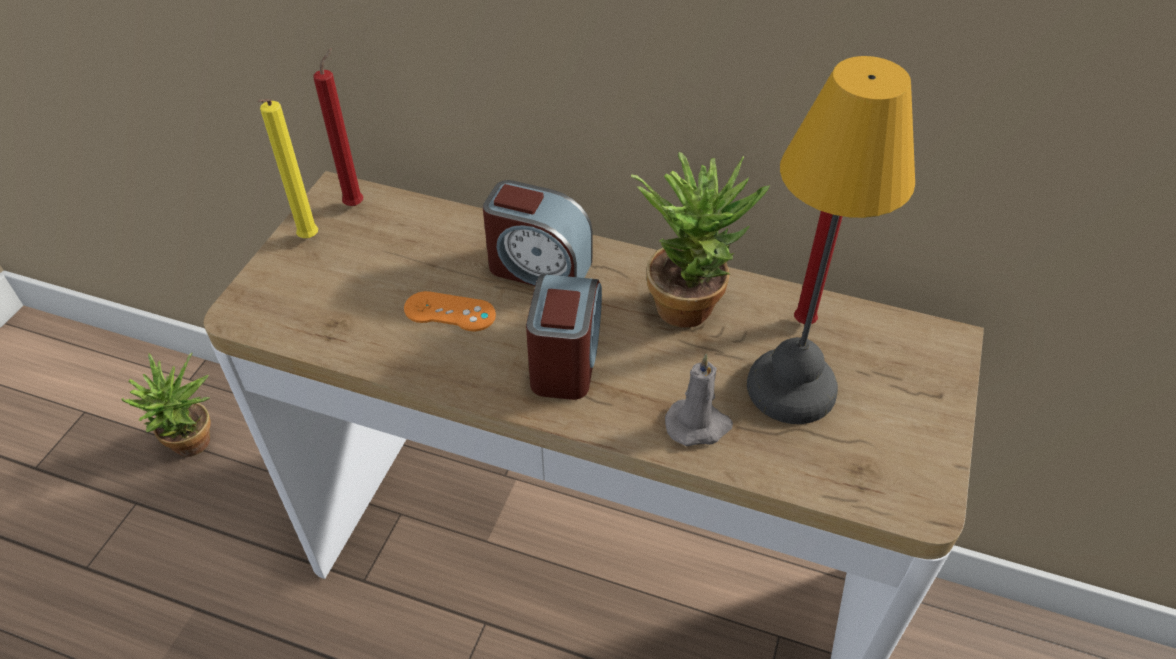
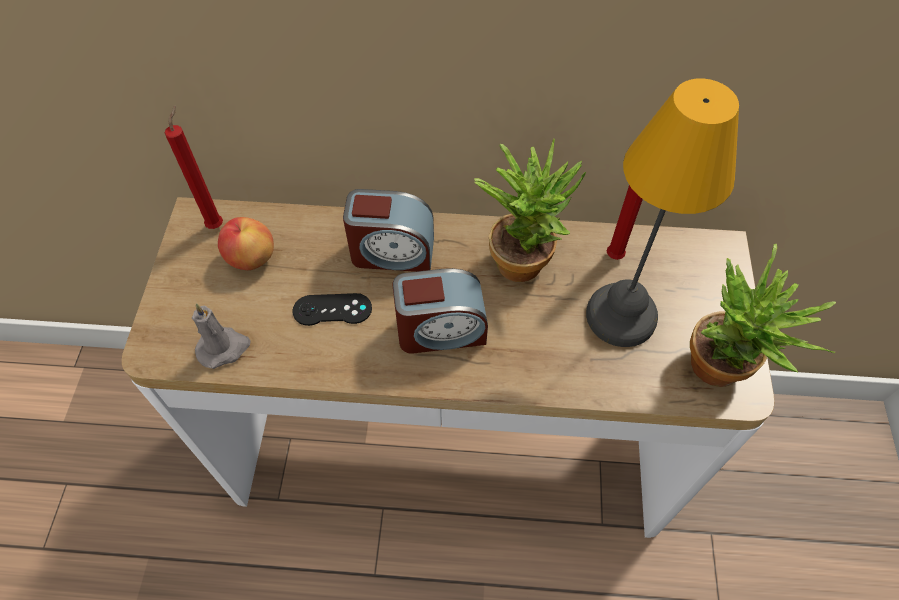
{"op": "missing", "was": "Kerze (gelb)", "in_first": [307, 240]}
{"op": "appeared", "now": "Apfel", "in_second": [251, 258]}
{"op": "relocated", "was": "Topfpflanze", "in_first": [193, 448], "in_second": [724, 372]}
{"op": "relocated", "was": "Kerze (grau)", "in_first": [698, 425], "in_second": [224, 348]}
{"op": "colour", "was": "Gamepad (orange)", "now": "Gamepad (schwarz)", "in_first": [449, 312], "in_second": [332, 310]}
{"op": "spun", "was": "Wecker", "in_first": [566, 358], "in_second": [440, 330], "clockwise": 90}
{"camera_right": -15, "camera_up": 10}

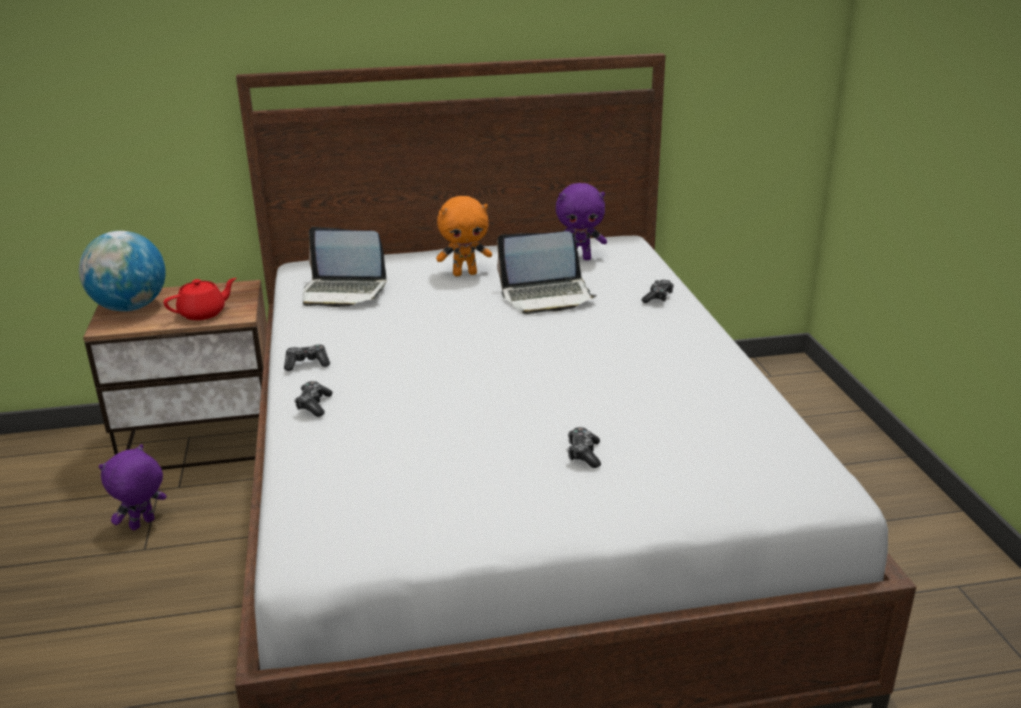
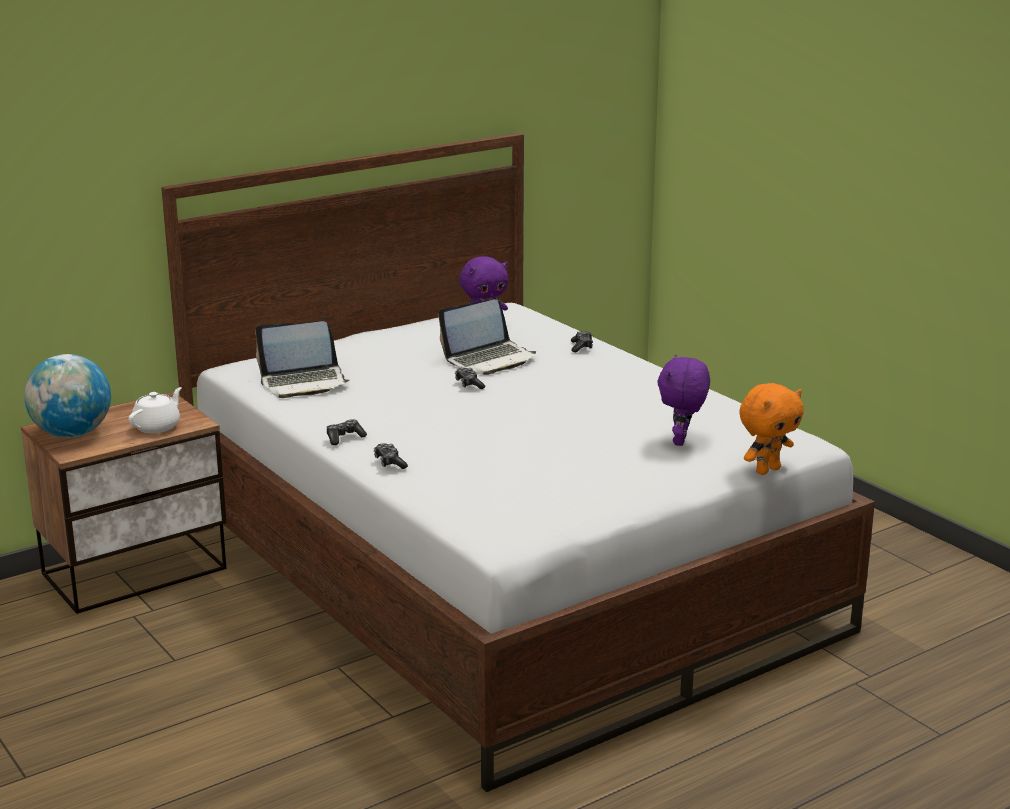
{"op": "relocated", "was": "Plüschtier (lila)", "in_first": [143, 525], "in_second": [682, 441]}
{"op": "relocated", "was": "Plüschtier (orange)", "in_first": [465, 273], "in_second": [767, 470]}
{"op": "relocated", "was": "Gamepad", "in_first": [583, 454], "in_second": [469, 384]}
{"op": "colour", "was": "Teekanne (rot)", "now": "Teekanne (weiß)", "in_first": [203, 313], "in_second": [157, 427]}
{"camera_right": -25, "camera_up": -5}

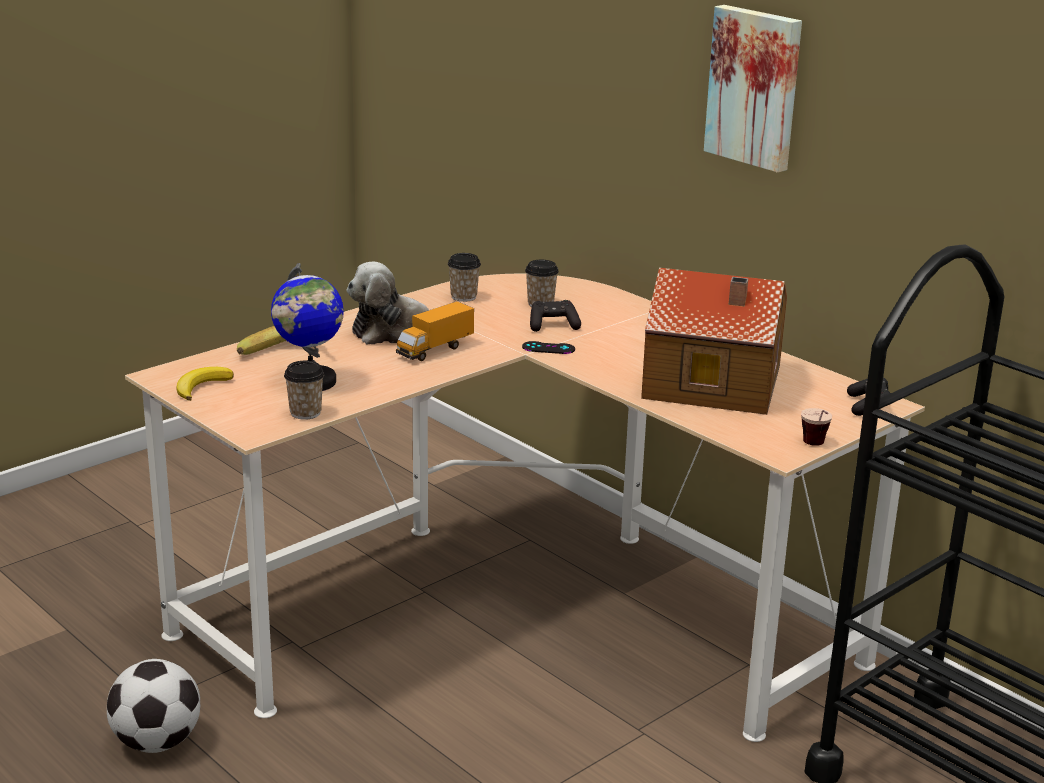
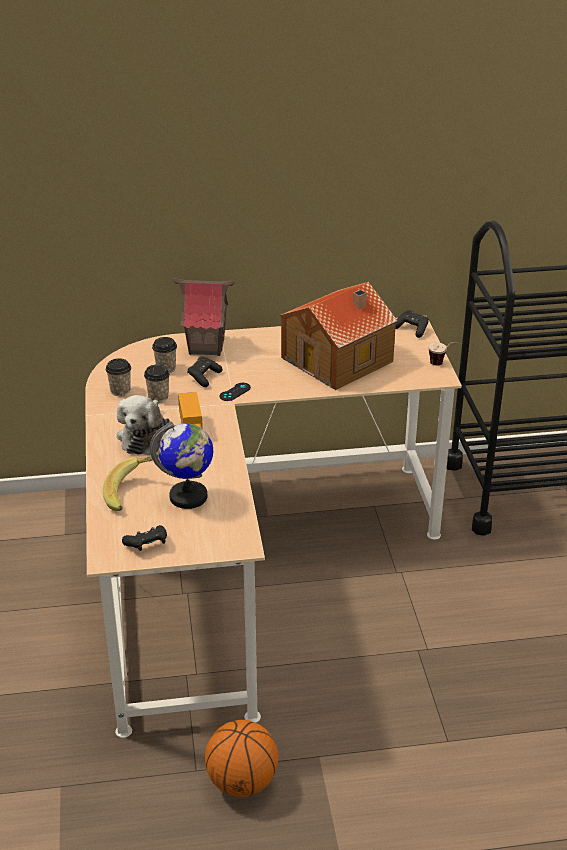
{"op": "missing", "was": "Bild", "in_first": [755, 87]}
{"op": "appeared", "now": "Spielzeughaus", "in_second": [206, 347]}
{"op": "relocated", "was": "Tasse", "in_first": [305, 413], "in_second": [158, 397]}
{"op": "exchanged", "was": "Fußball", "now": "Basketball", "in_first": [157, 743], "in_second": [242, 782]}
{"op": "exchanged", "was": "Banane", "now": "Gamepad (schwarz)", "in_first": [201, 387], "in_second": [147, 545]}
{"camera_right": -55, "camera_up": 10}

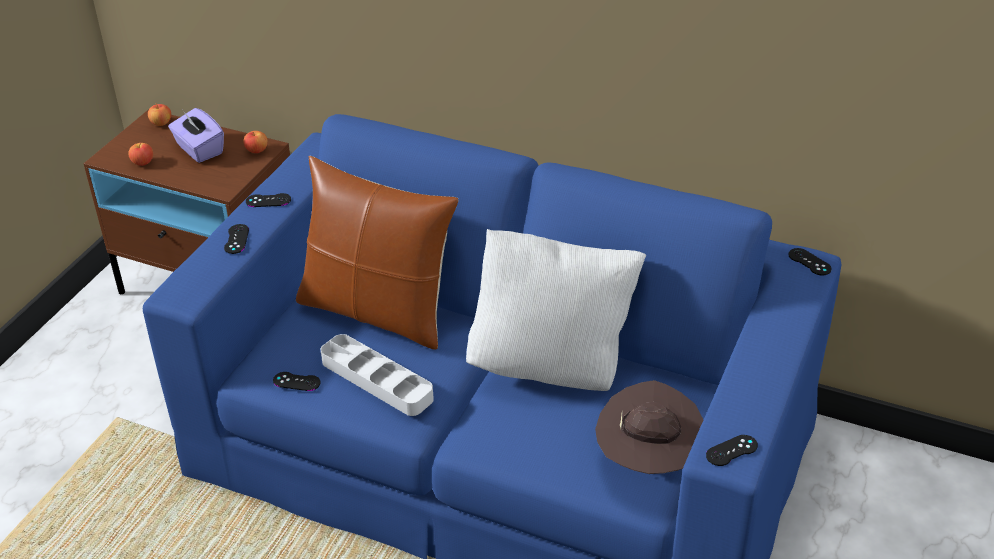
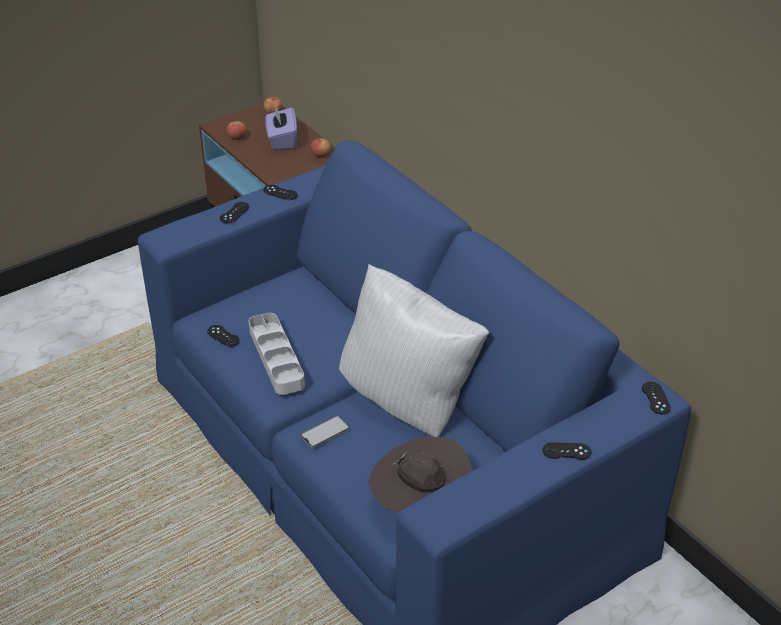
{"op": "missing", "was": "Kissen (braun)", "in_first": [377, 311]}
{"op": "appeared", "now": "Handy", "in_second": [325, 432]}
{"op": "relocated", "was": "Gamepad (schwarz)", "in_first": [731, 450], "in_second": [566, 451]}
{"camera_right": 30, "camera_up": 0}

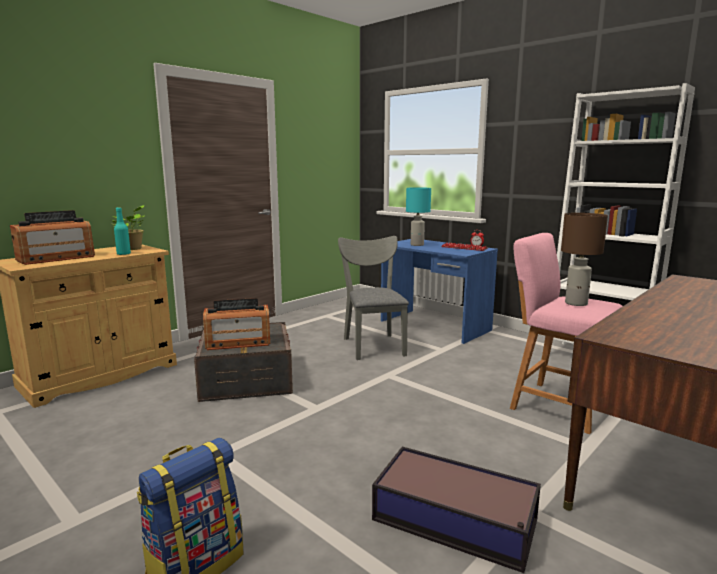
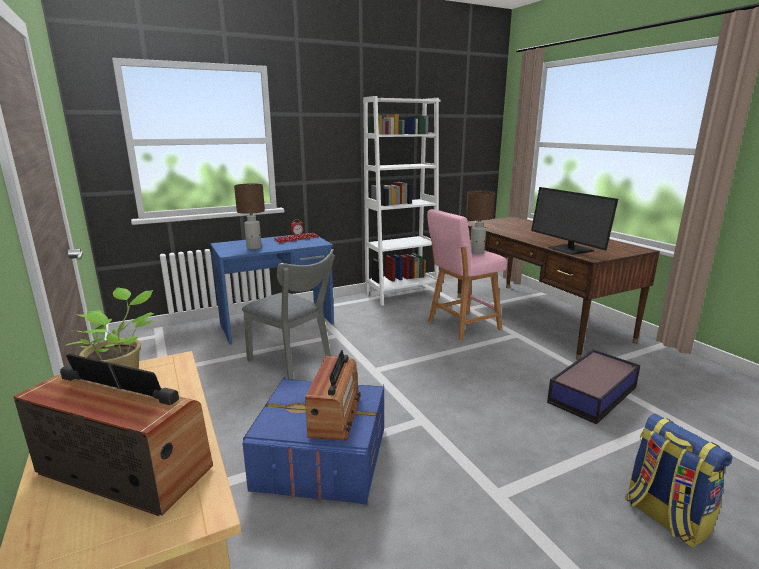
{"op": "missing", "was": "Flasche (türkis)", "in_first": [123, 254]}
{"op": "appeared", "now": "Monitor", "in_second": [569, 249]}
{"op": "colour", "was": "Aufbewahrungsbox (grau)", "now": "Aufbewahrungsbox (blau)", "in_first": [246, 379], "in_second": [322, 458]}
{"op": "colour", "was": "Tischlampe (türkis)", "now": "Tischlampe (braun)", "in_first": [417, 245], "in_second": [254, 247]}
{"op": "spun", "was": "Radio", "in_first": [56, 258], "in_second": [126, 470], "clockwise": -45}
{"op": "spun", "was": "Stuhl (grau)", "in_first": [373, 344], "in_second": [293, 362], "clockwise": -150}
{"camera_right": -70, "camera_up": 5}

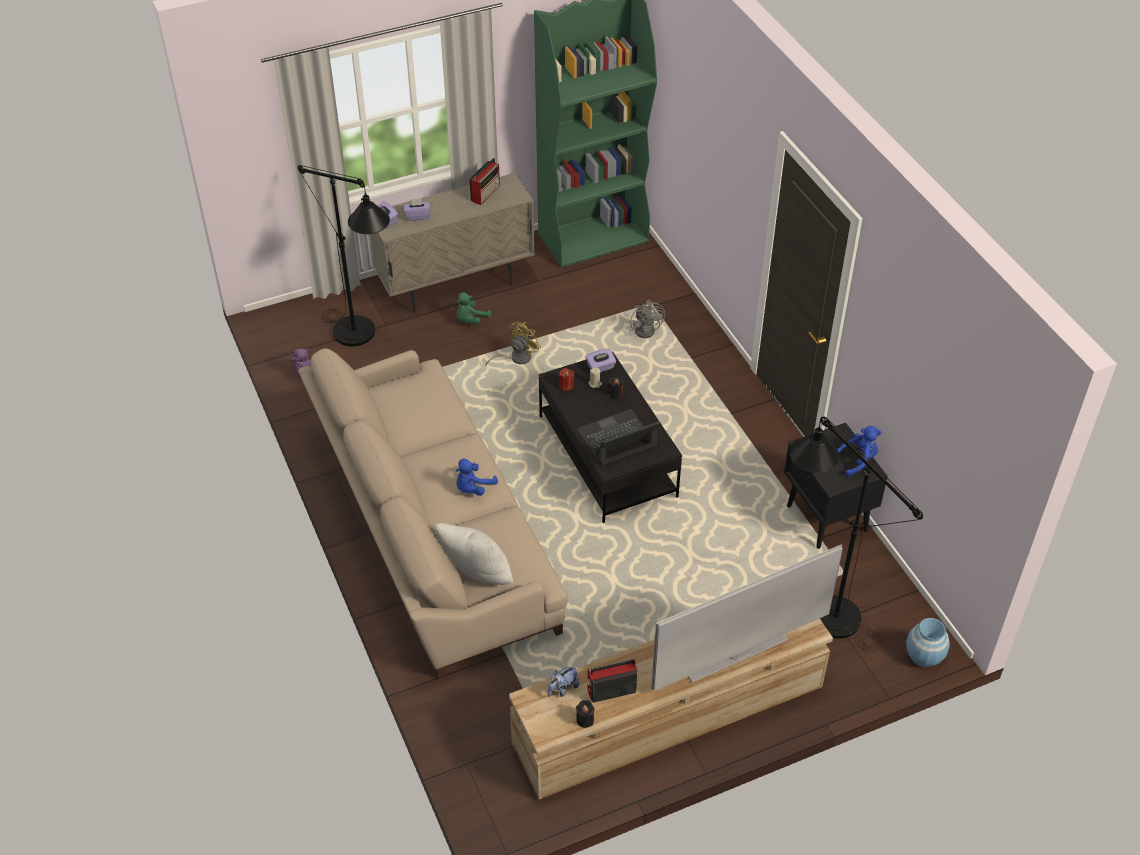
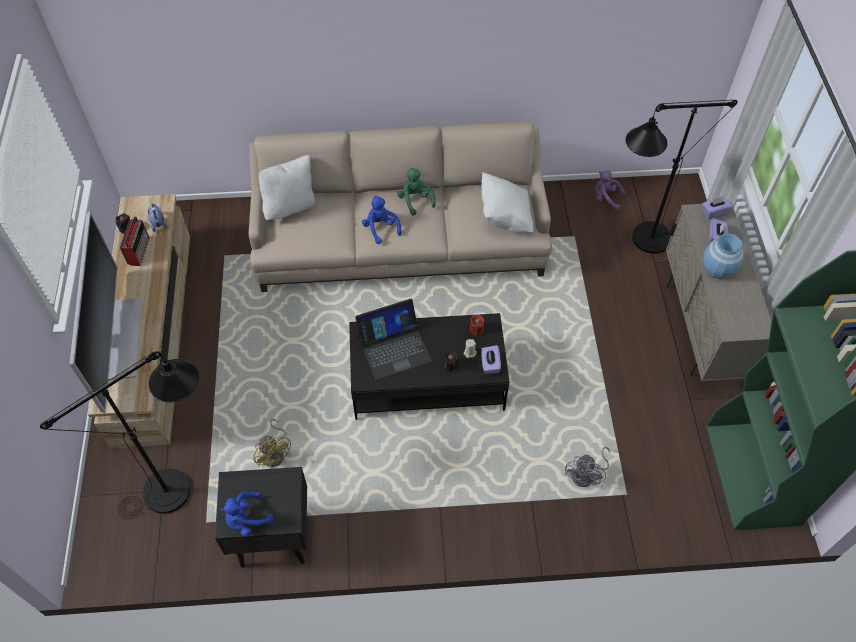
{"op": "missing", "was": "Radio", "in_first": [486, 193]}
{"op": "appeared", "now": "Kissen (weiß)", "in_second": [505, 217]}
{"op": "relocated", "was": "Plüschtier (grün)", "in_first": [471, 320], "in_second": [415, 200]}
{"op": "relocated", "was": "Ventilator (gelb)", "in_first": [516, 358], "in_second": [275, 453]}
{"op": "relocated", "was": "Vase (blau)", "in_first": [923, 656], "in_second": [717, 269]}
{"op": "spun", "was": "Laptop", "in_first": [617, 438], "in_second": [394, 348], "clockwise": 75}
{"op": "spun", "was": "Ventilator (grau)", "in_first": [647, 329], "in_second": [587, 475], "clockwise": -75}
{"op": "spun", "was": "Plüschtier (blau)", "in_first": [858, 460], "in_second": [247, 519], "clockwise": 60}
{"camera_right": 110, "camera_up": 10}

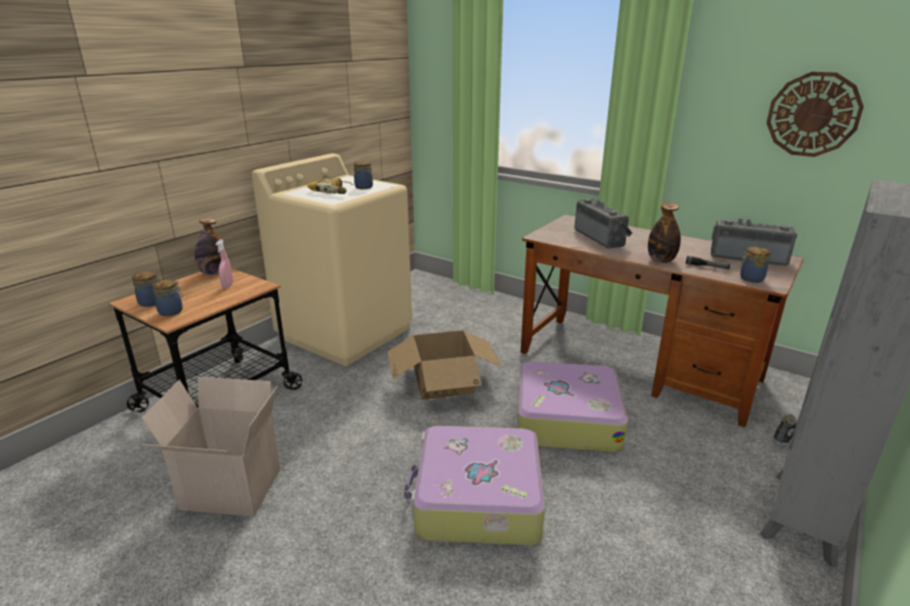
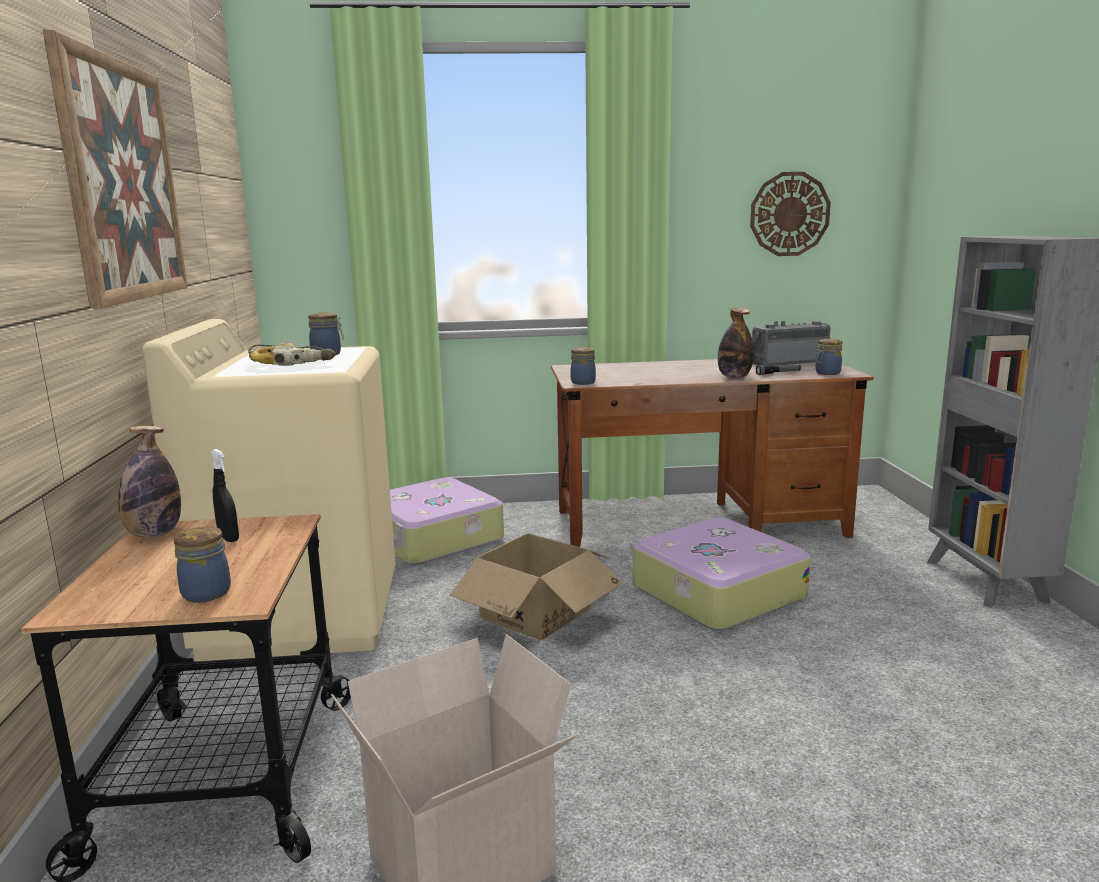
{"op": "missing", "was": "Radio", "in_first": [601, 238]}
{"op": "missing", "was": "Schuh", "in_first": [785, 435]}
{"op": "appeared", "now": "Bild", "in_second": [123, 181]}
{"op": "relocated", "was": "Vorratsglas", "in_first": [151, 302], "in_second": [583, 382]}
{"op": "relocated", "was": "Koffer", "in_first": [476, 499], "in_second": [432, 538]}
{"op": "colour", "was": "Sprühflasche (rosa)", "now": "Sprühflasche (schwarz)", "in_first": [227, 285], "in_second": [228, 538]}
{"camera_right": -40, "camera_up": -10}

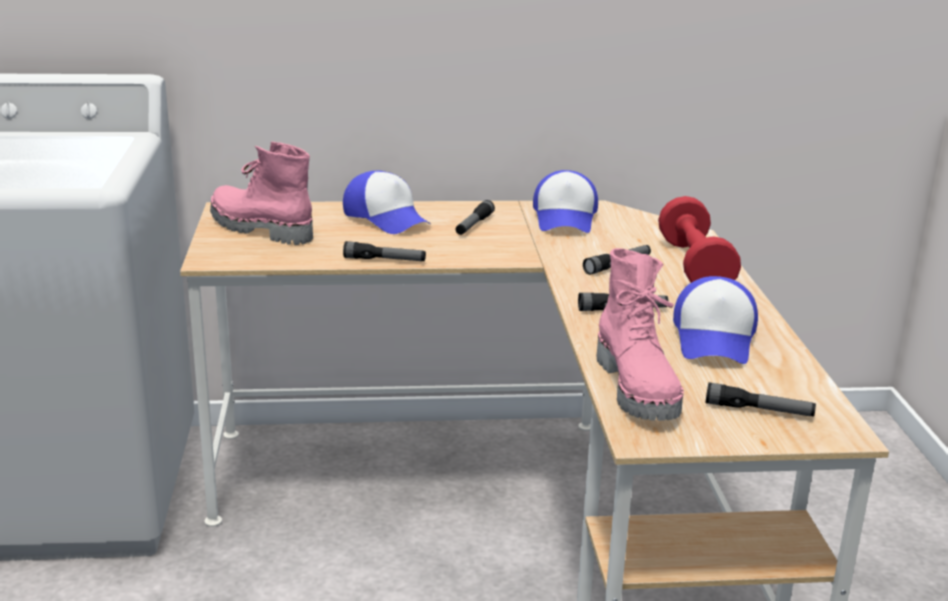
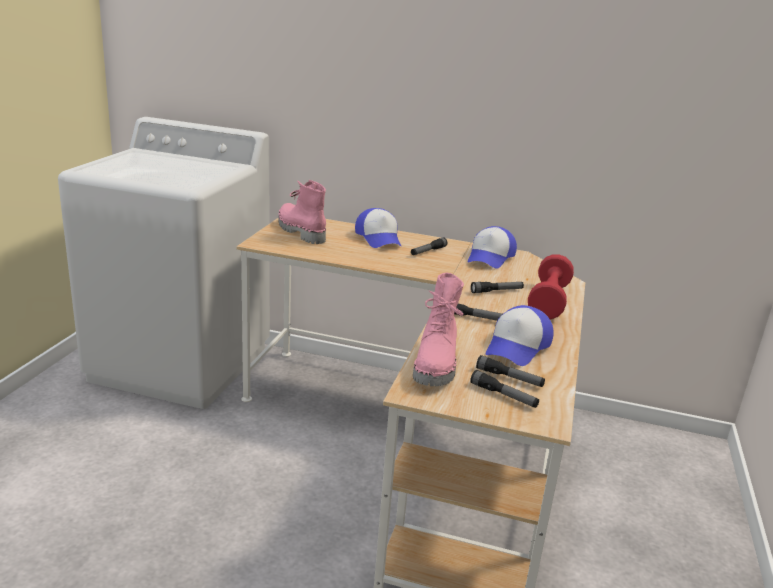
{"op": "relocated", "was": "Taschenlampe", "in_first": [384, 260], "in_second": [509, 378]}
{"camera_right": 20, "camera_up": 0}

